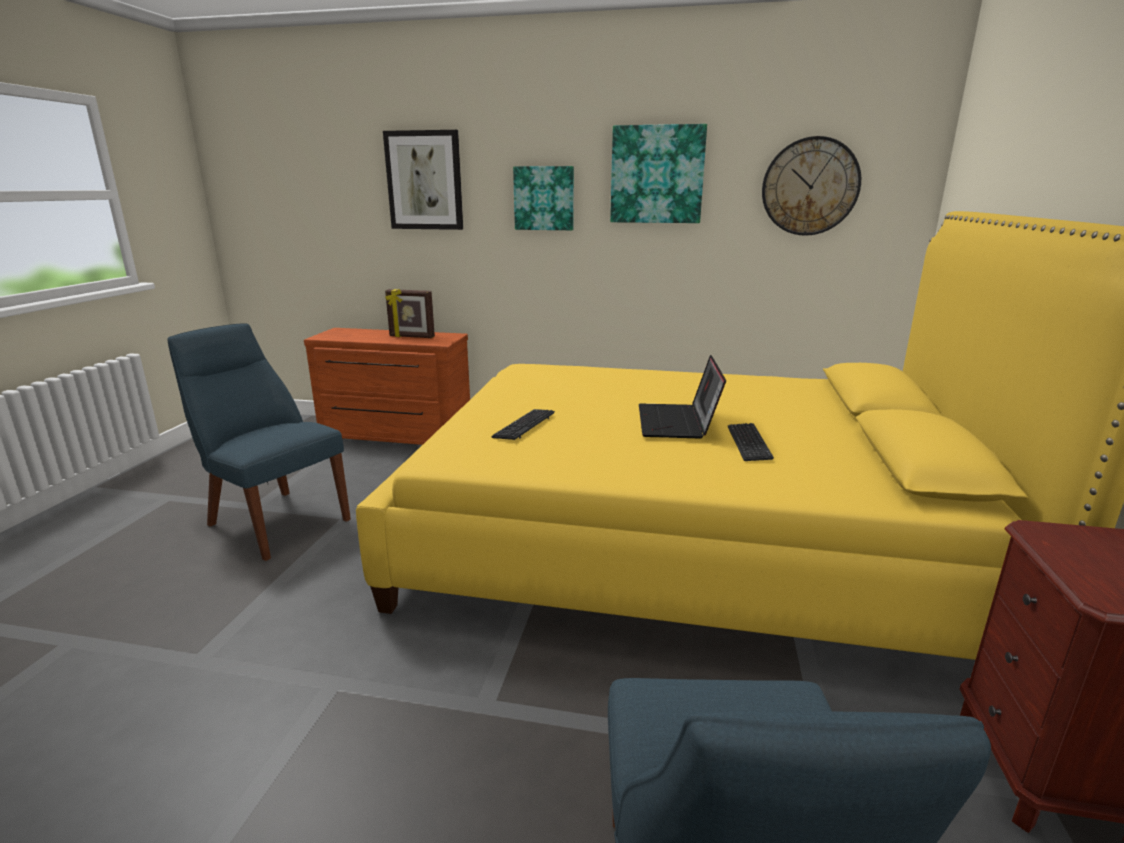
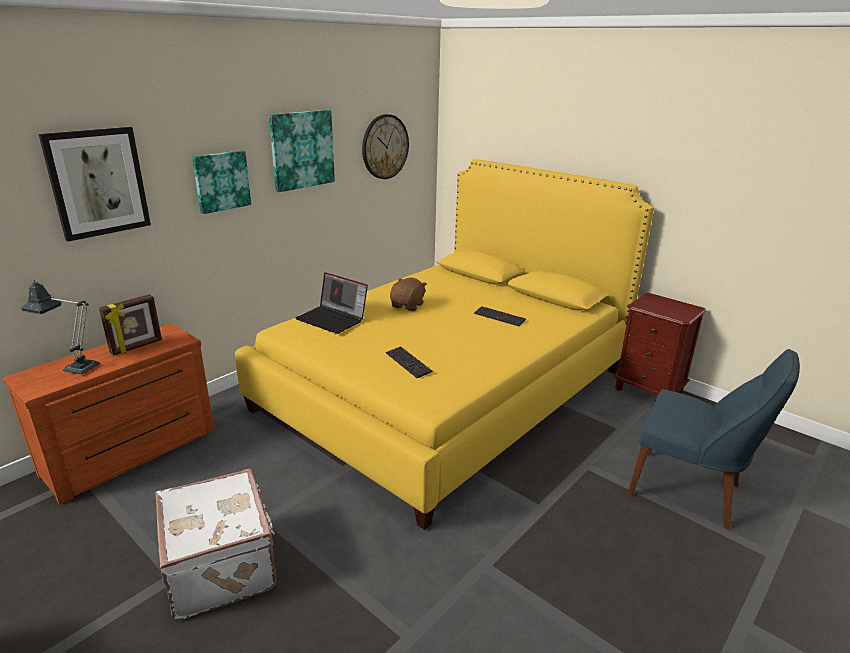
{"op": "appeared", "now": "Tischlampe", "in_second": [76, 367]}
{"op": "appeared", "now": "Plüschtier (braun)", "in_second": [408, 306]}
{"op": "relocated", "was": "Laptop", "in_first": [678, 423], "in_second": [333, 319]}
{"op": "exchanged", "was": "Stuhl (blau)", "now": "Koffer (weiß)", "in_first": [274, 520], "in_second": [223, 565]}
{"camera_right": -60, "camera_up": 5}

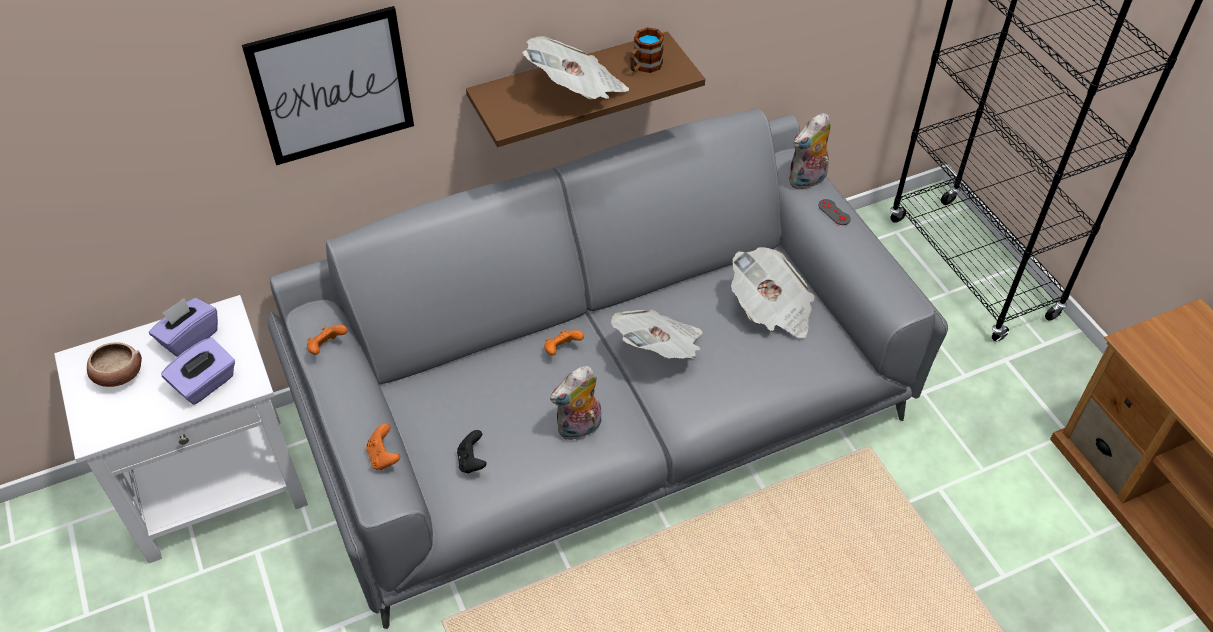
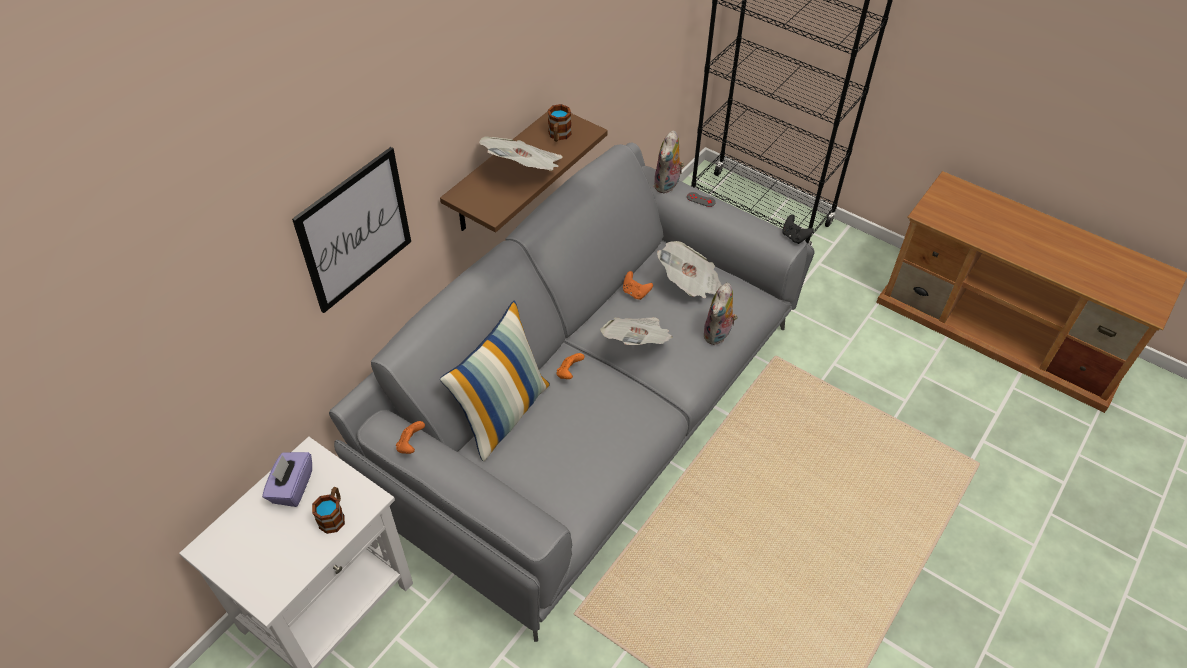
{"op": "missing", "was": "Schüssel", "in_first": [118, 376]}
{"op": "appeared", "now": "Kissen", "in_second": [502, 413]}
{"op": "relocated", "was": "Gamepad (orange)", "in_first": [384, 457], "in_second": [635, 293]}
{"op": "relocated", "was": "Gamepad (schwarz)", "in_first": [472, 461], "in_second": [794, 237]}
{"op": "relocated", "was": "Plüschtier", "in_first": [579, 429], "in_second": [718, 335]}
{"op": "exchanged", "was": "Taschentuchbox (lila)", "now": "Henkelbecher", "in_first": [205, 384], "in_second": [333, 516]}
{"camera_right": -30, "camera_up": 0}

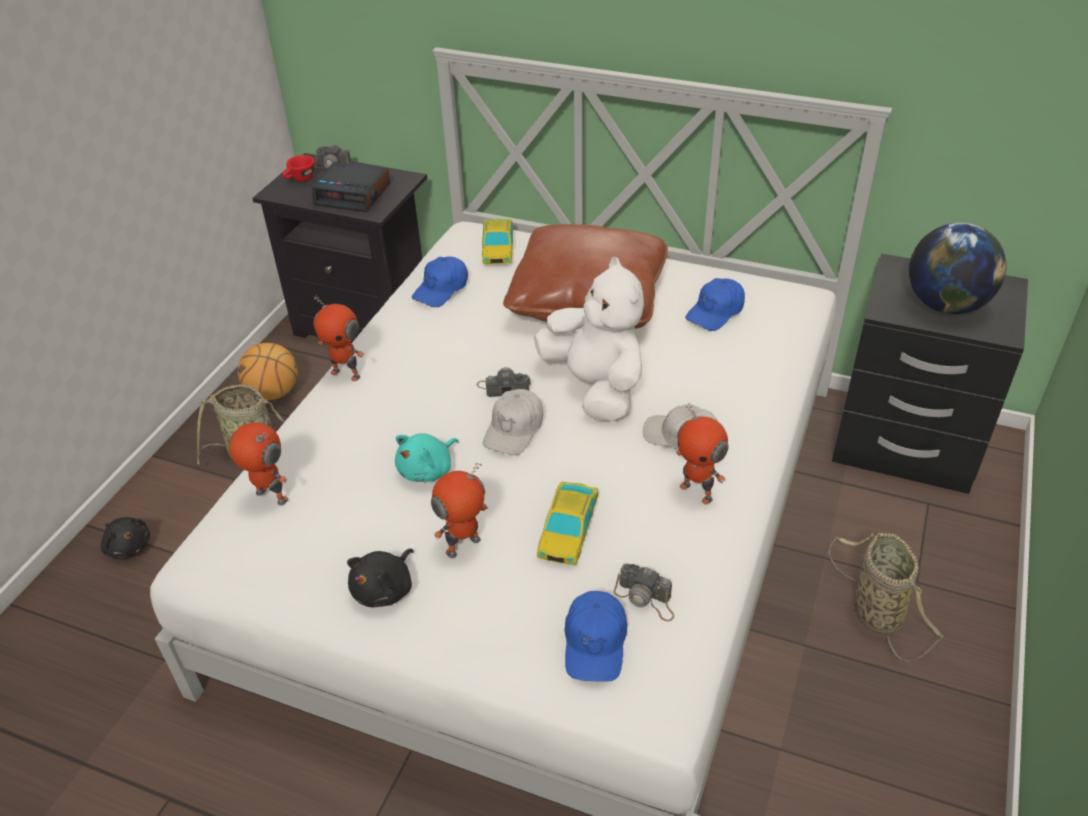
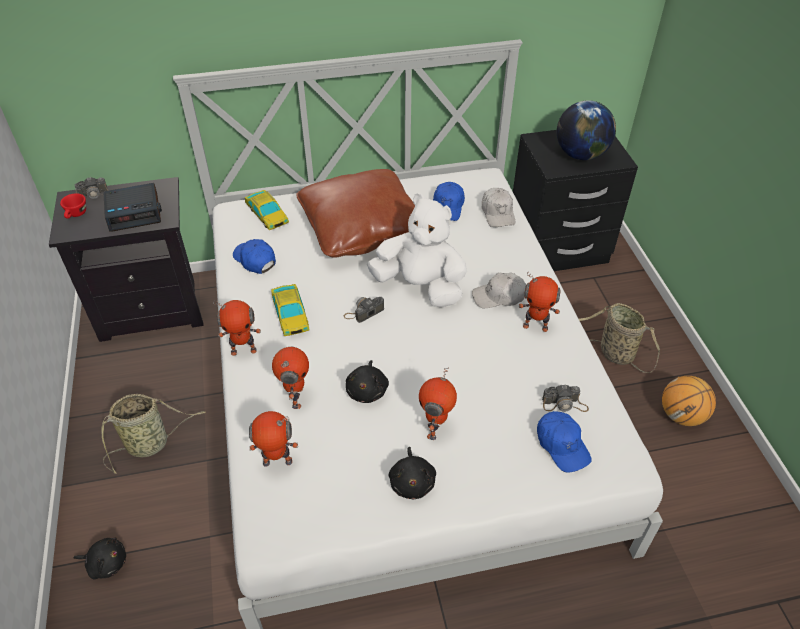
{"op": "appeared", "now": "Spielzeugroboter", "in_second": [295, 397]}
{"op": "relocated", "was": "Basketball", "in_first": [274, 393], "in_second": [681, 415]}
{"op": "relocated", "was": "Kappe (weiß)", "in_first": [514, 429], "in_second": [498, 213]}
{"op": "relocated", "was": "Spielzeugauto", "in_first": [568, 528], "in_second": [290, 314]}
{"op": "colour", "was": "Plüschtier (türkis)", "now": "Plüschtier (schwarz)", "in_first": [428, 470], "in_second": [367, 390]}
{"op": "spun", "was": "Kappe (blau)", "in_first": [441, 289], "in_second": [255, 260], "clockwise": 135}
{"camera_right": -35, "camera_up": 5}

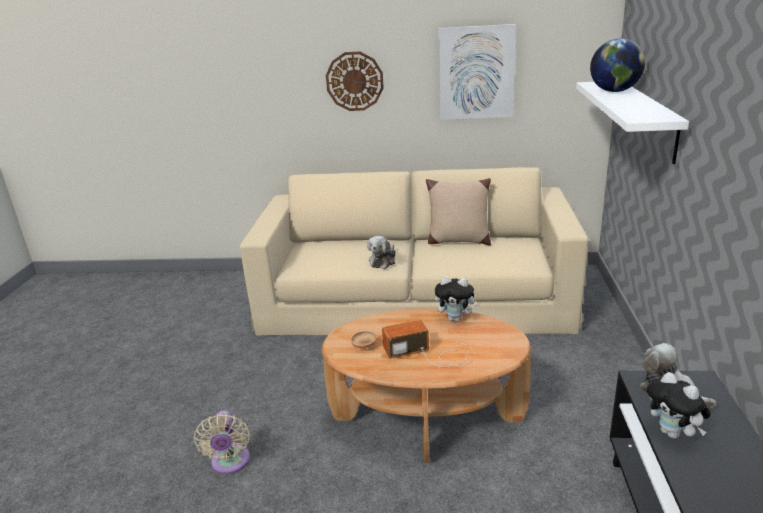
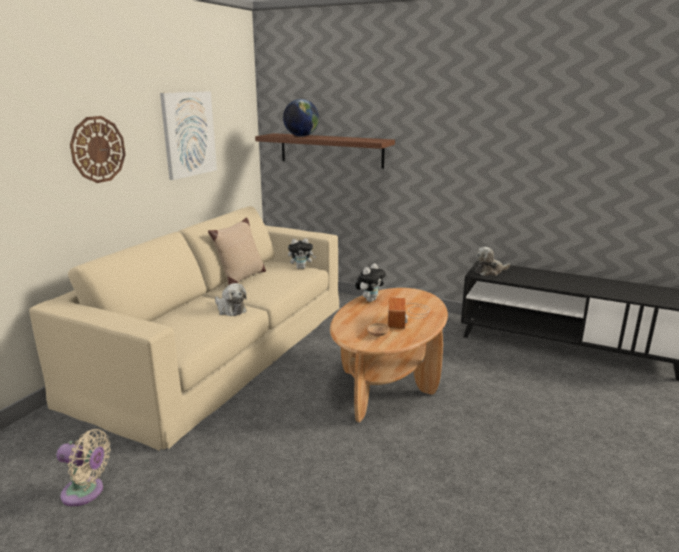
{"op": "relocated", "was": "Ventilator (beige)", "in_first": [230, 463], "in_second": [86, 492]}
{"op": "relocated", "was": "Plüschtier", "in_first": [673, 434], "in_second": [301, 268]}
{"op": "colour", "was": "Wandregal (weiß)", "now": "Wandregal (braun)", "in_first": [647, 118], "in_second": [331, 150]}
{"camera_right": -70, "camera_up": -5}

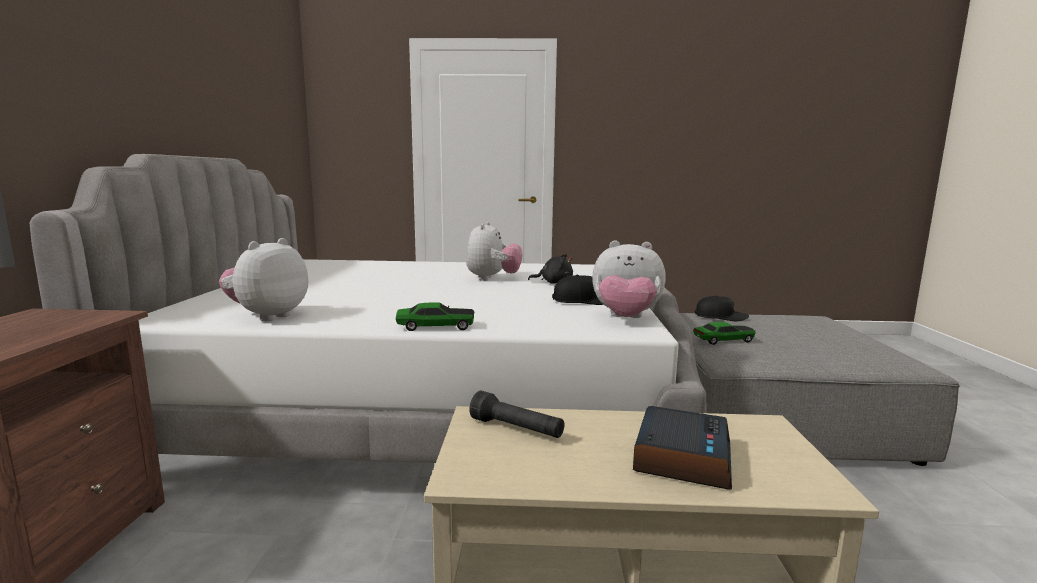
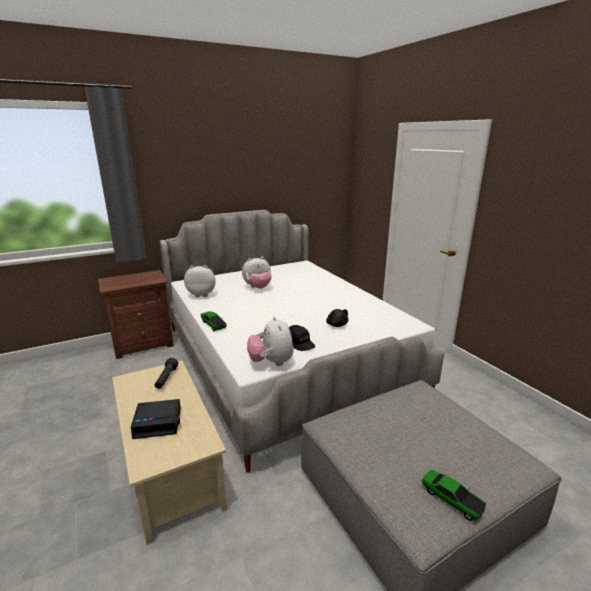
{"op": "missing", "was": "Kappe (schwarz)", "in_first": [720, 317]}
{"op": "relocated", "was": "Plüschtier", "in_first": [493, 279], "in_second": [258, 288]}
{"op": "relocated", "was": "Spielzeugauto", "in_first": [723, 340], "in_second": [451, 499]}
{"camera_right": 60, "camera_up": 10}

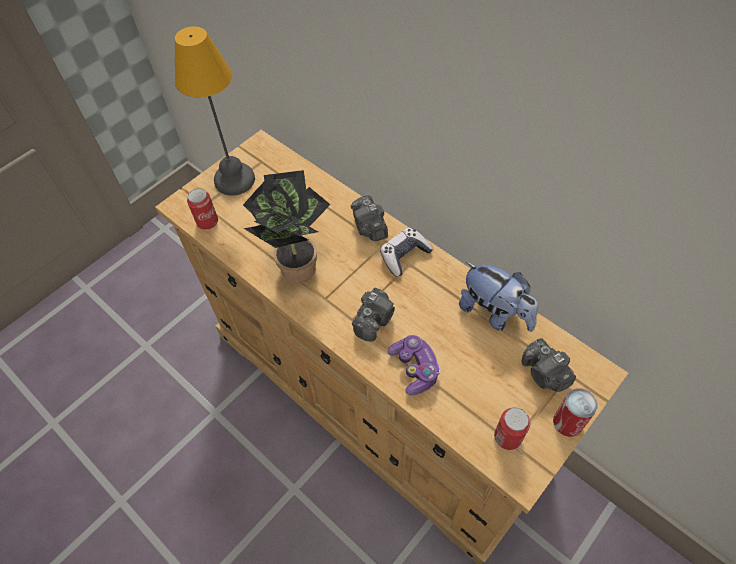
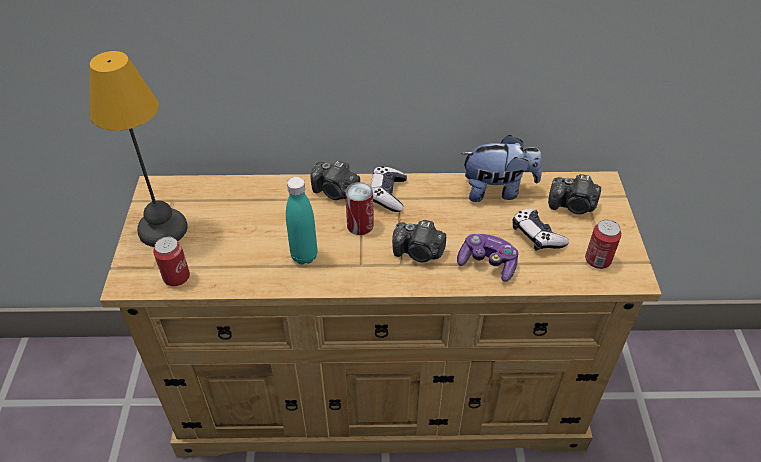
{"op": "appeared", "now": "Gamepad", "in_second": [536, 236]}
{"op": "relocated", "was": "Dose", "in_first": [568, 422], "in_second": [360, 225]}
{"op": "exchanged", "was": "Topfpflanze", "now": "Flasche (türkis)", "in_first": [296, 264], "in_second": [304, 256]}
{"op": "spun", "was": "Kamera", "in_first": [374, 320], "in_second": [419, 252], "clockwise": 120}
{"camera_right": -45, "camera_up": -10}

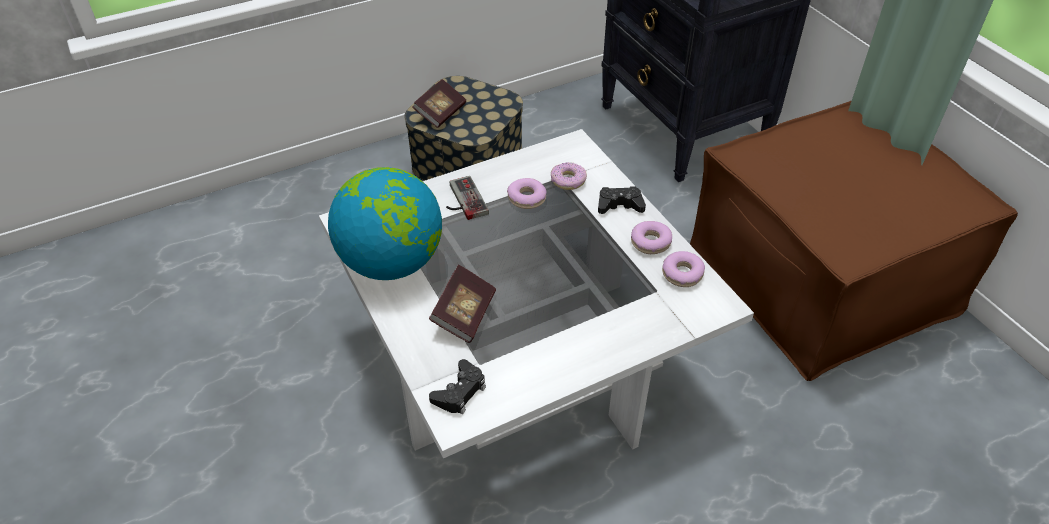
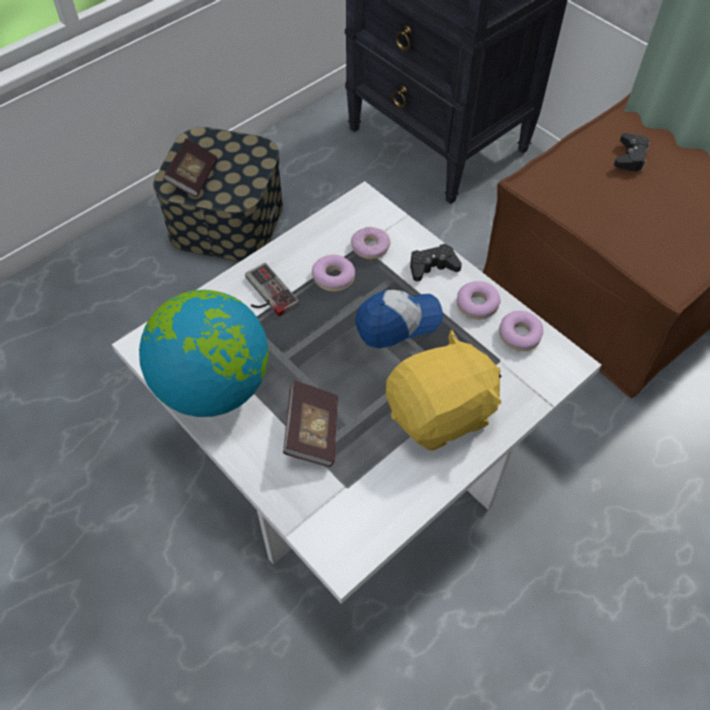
{"op": "appeared", "now": "Kappe", "in_second": [398, 323]}
{"op": "appeared", "now": "Plüschtier (gelb)", "in_second": [441, 413]}
{"op": "relocated", "was": "Gamepad (schwarz)", "in_first": [460, 392], "in_second": [630, 157]}
{"camera_right": -15, "camera_up": 10}

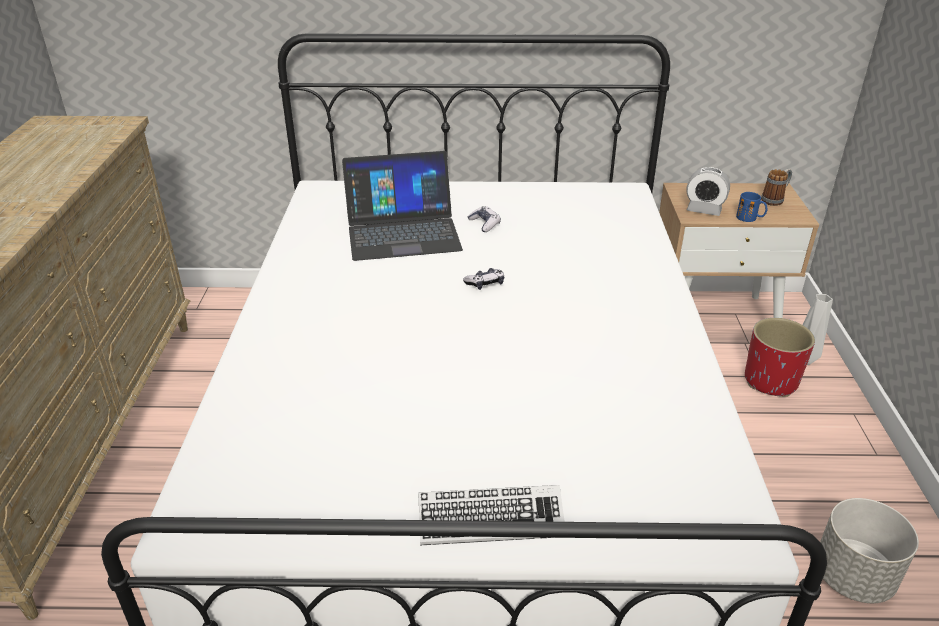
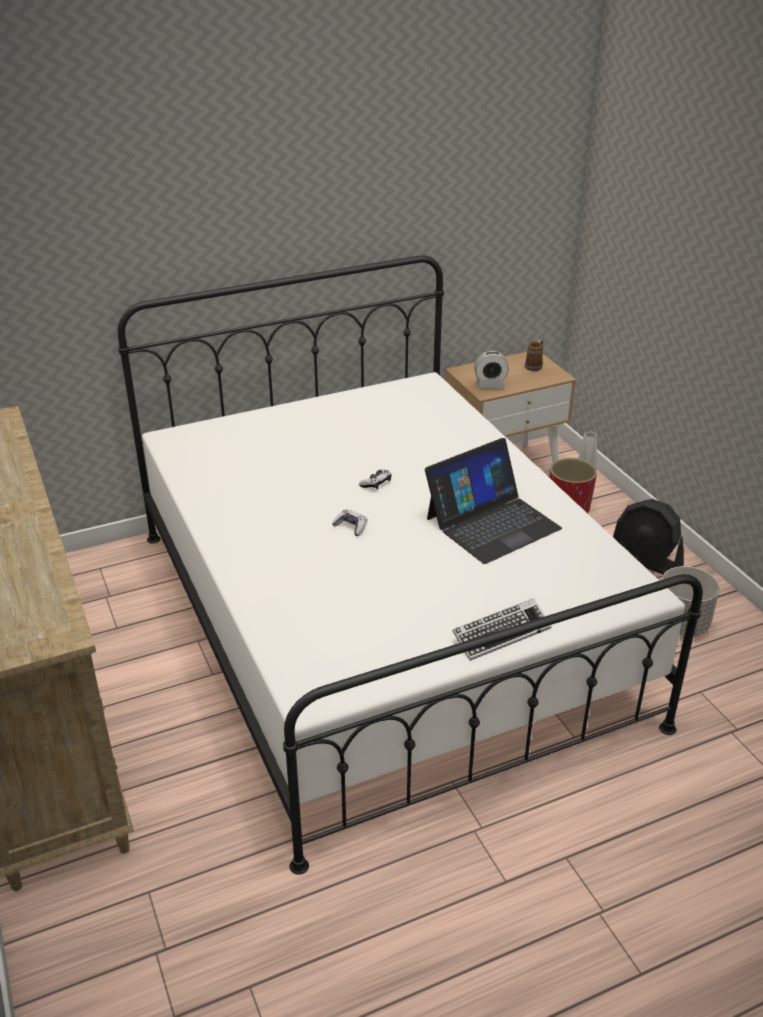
{"op": "missing", "was": "Henkelbecher (blau)", "in_first": [750, 218]}
{"op": "appeared", "now": "Ventilator (schwarz)", "in_second": [645, 560]}
{"op": "relocated", "was": "Laptop", "in_first": [402, 231], "in_second": [492, 523]}
{"op": "relocated", "was": "Gamepad", "in_first": [484, 224], "in_second": [351, 527]}
{"camera_right": -25, "camera_up": 0}

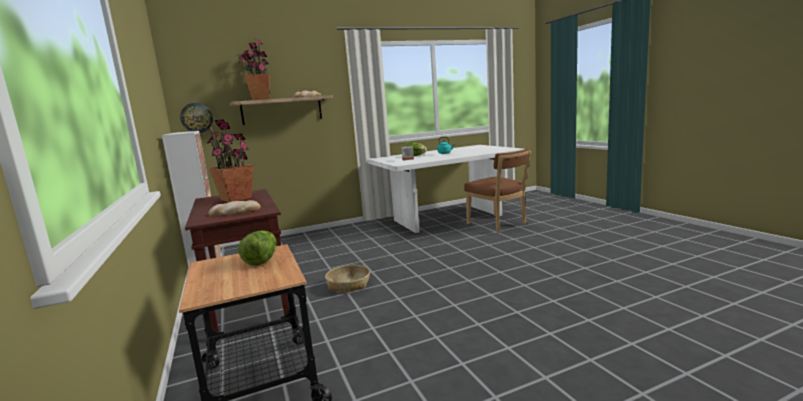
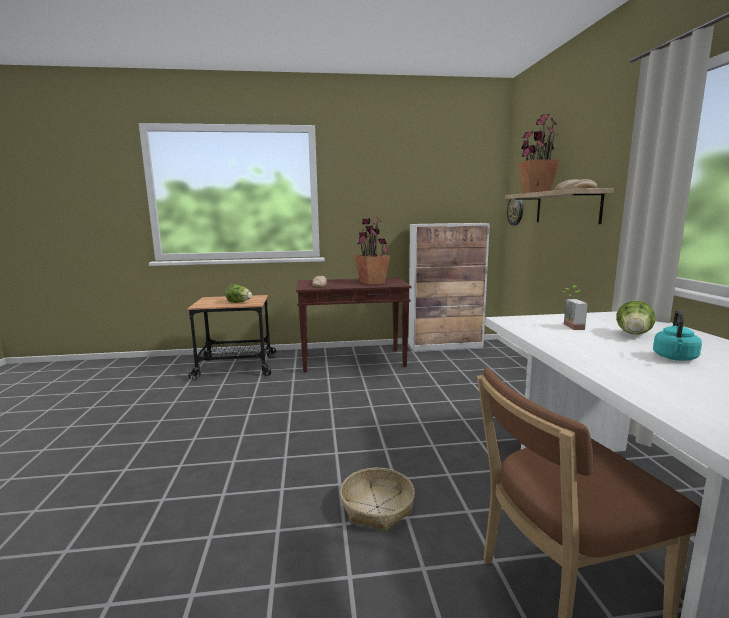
{"op": "relocated", "was": "Korb", "in_first": [348, 284], "in_second": [377, 507]}
{"camera_right": 105, "camera_up": 0}

